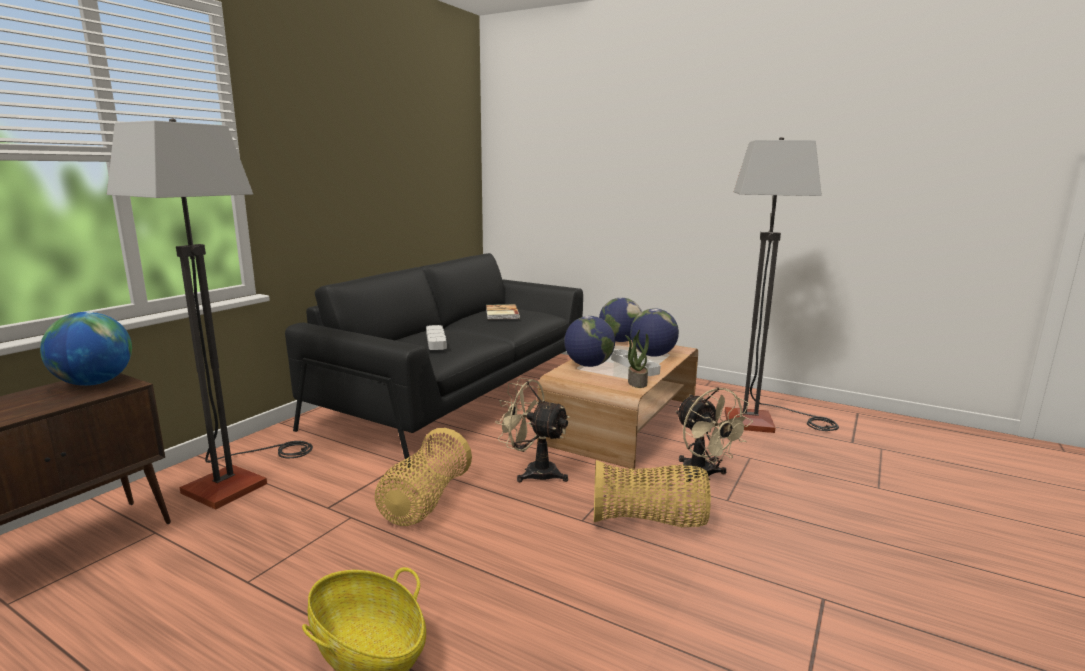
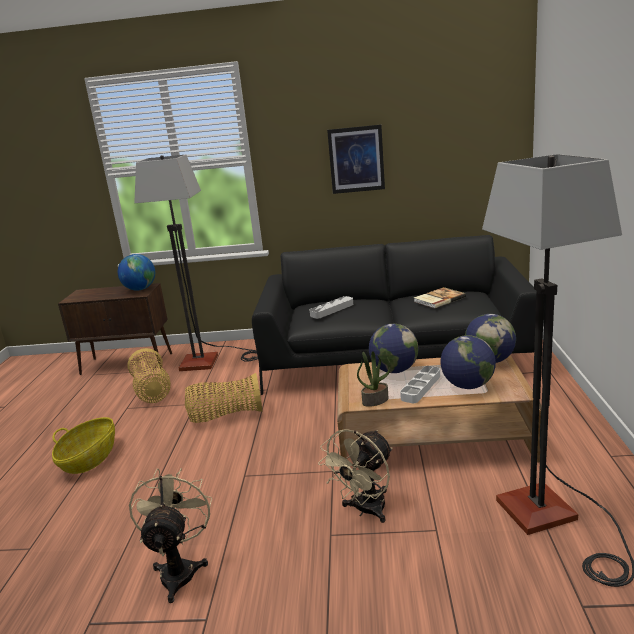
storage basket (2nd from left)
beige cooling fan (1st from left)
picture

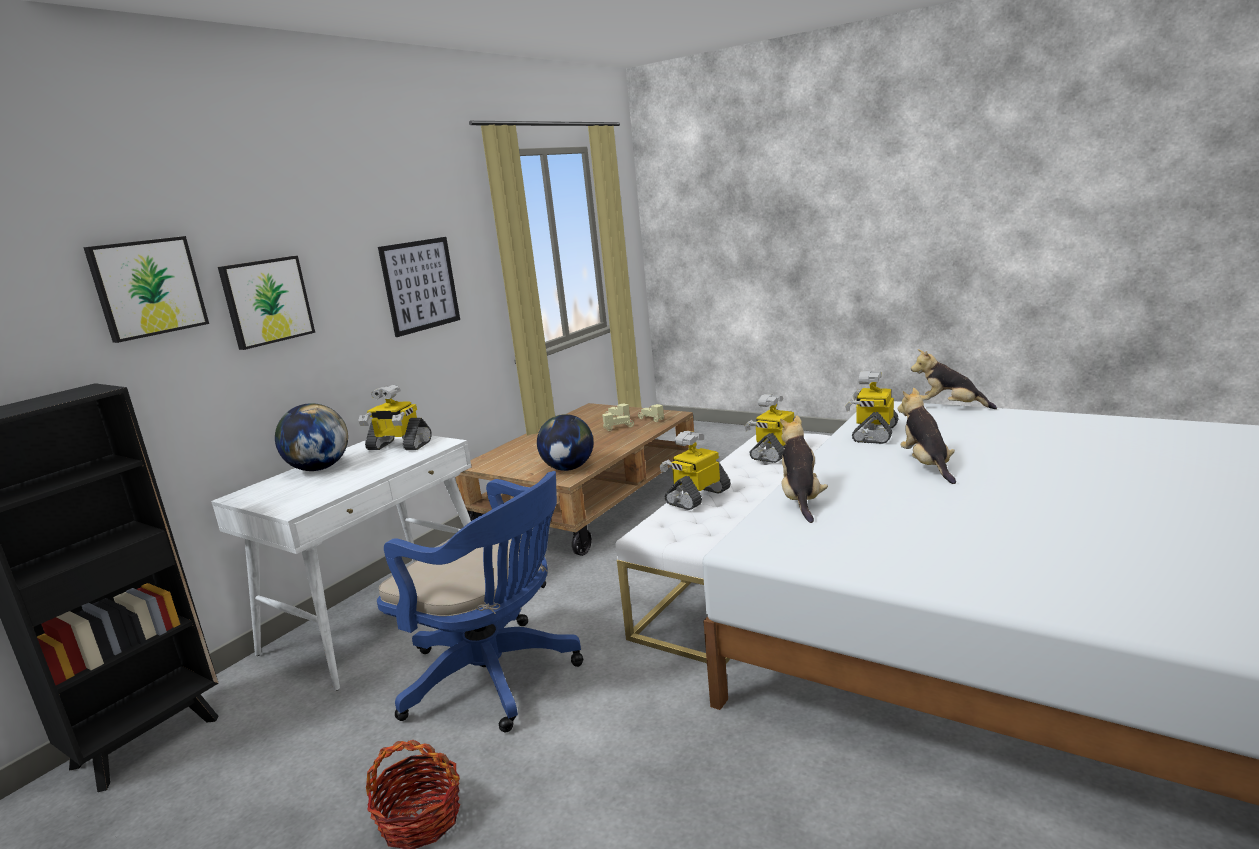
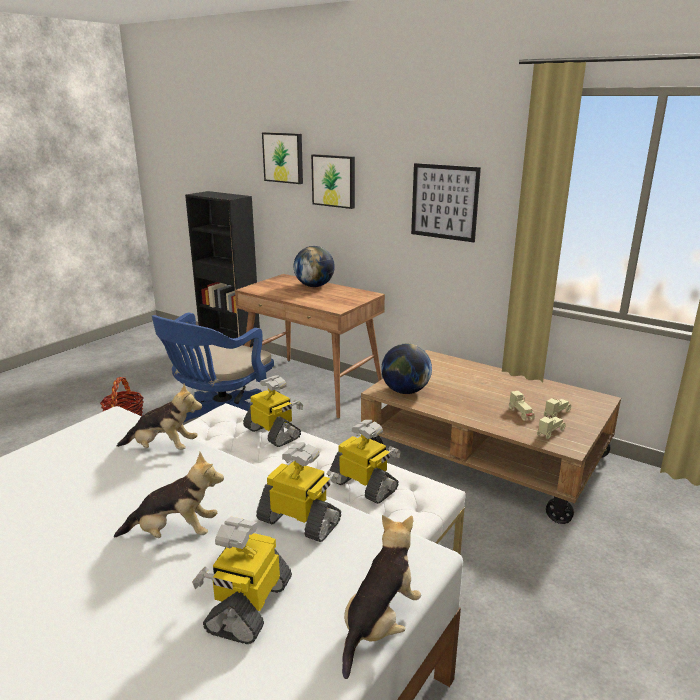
toy robot (1st from left)
brownish desk unit

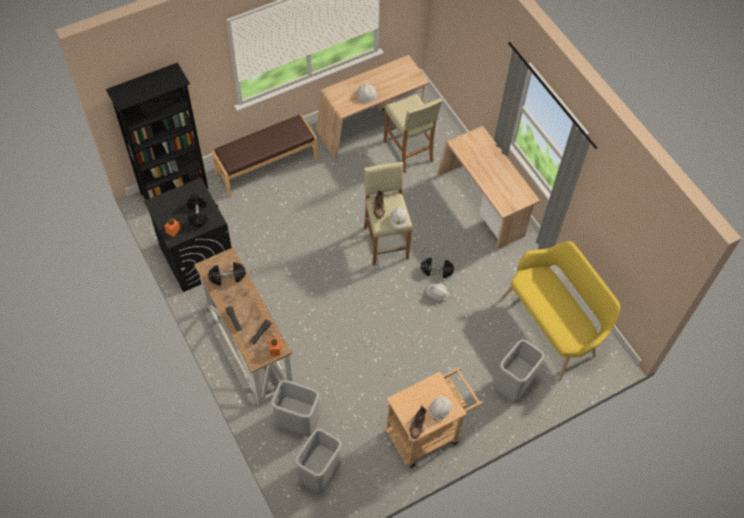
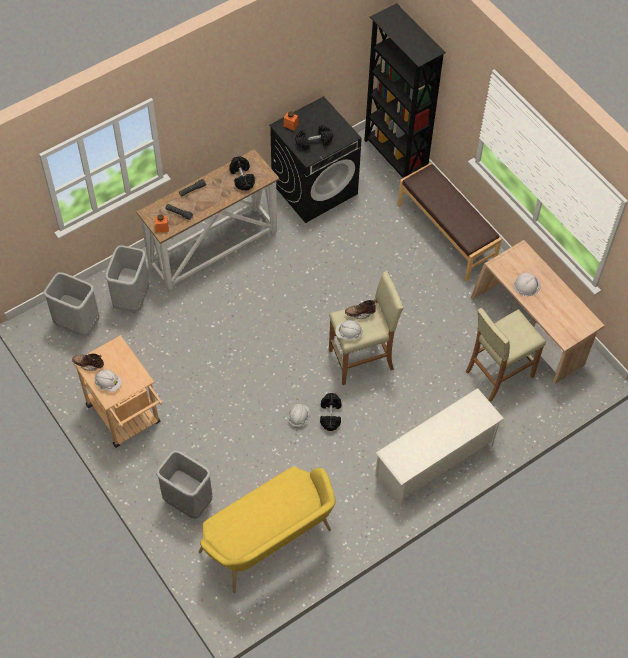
white shoe rack

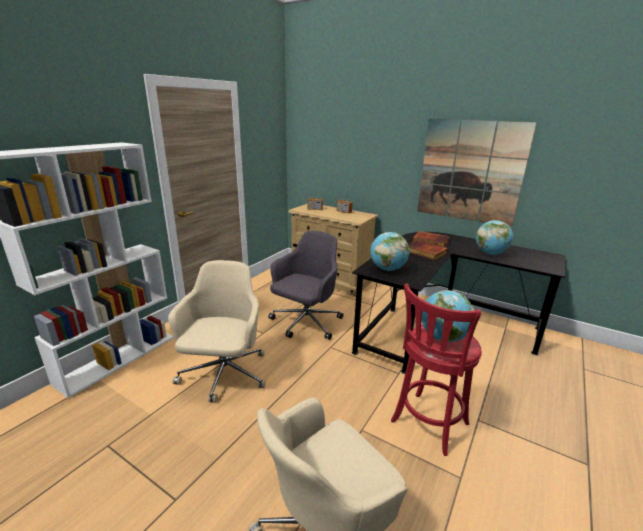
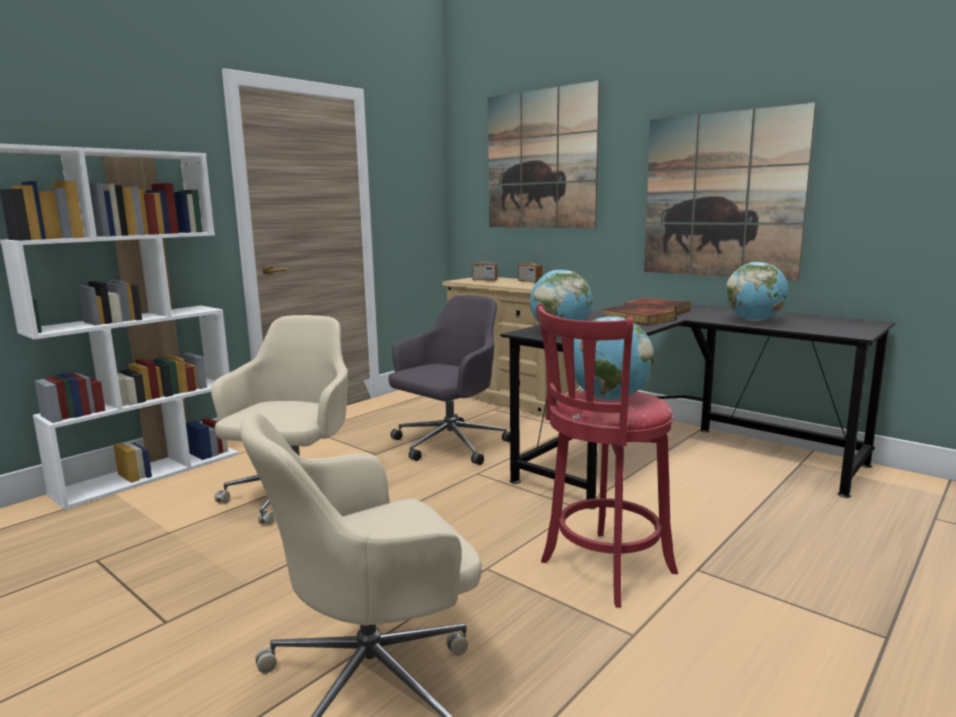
picture (1st from left)

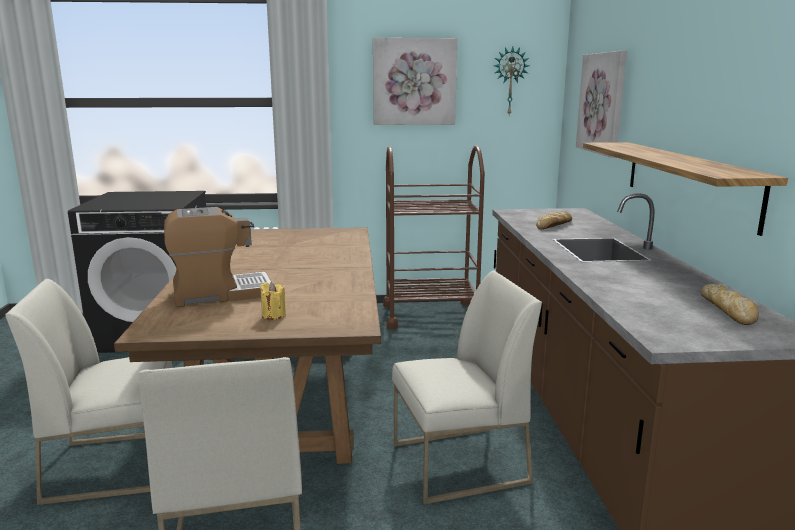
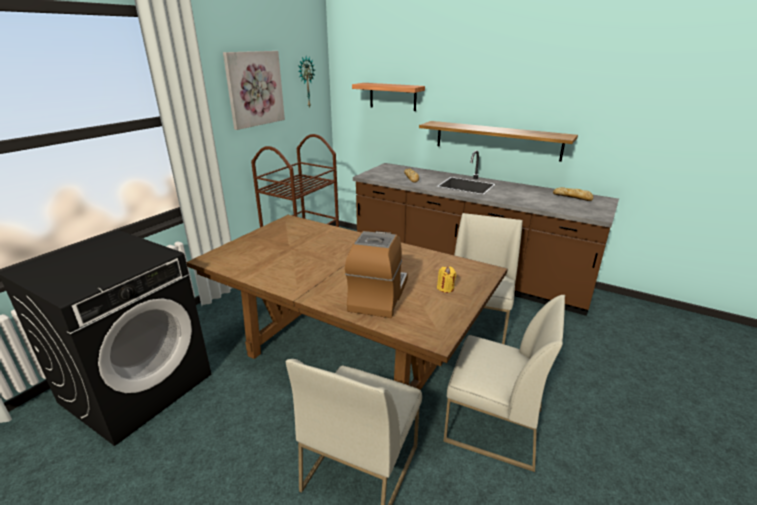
bracket shelf (1st from left)

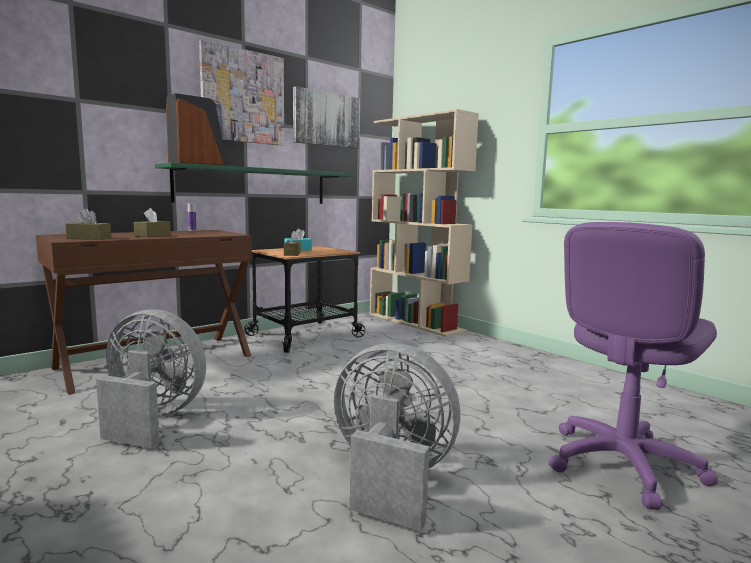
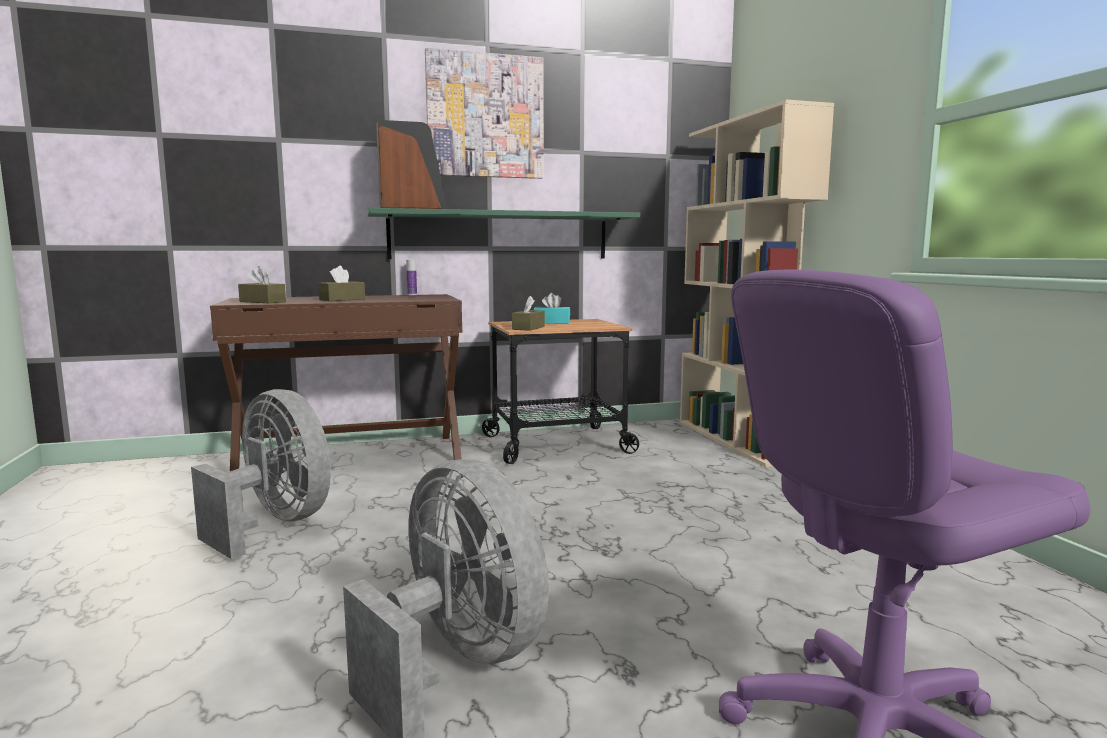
picture (2nd from left in the first image)

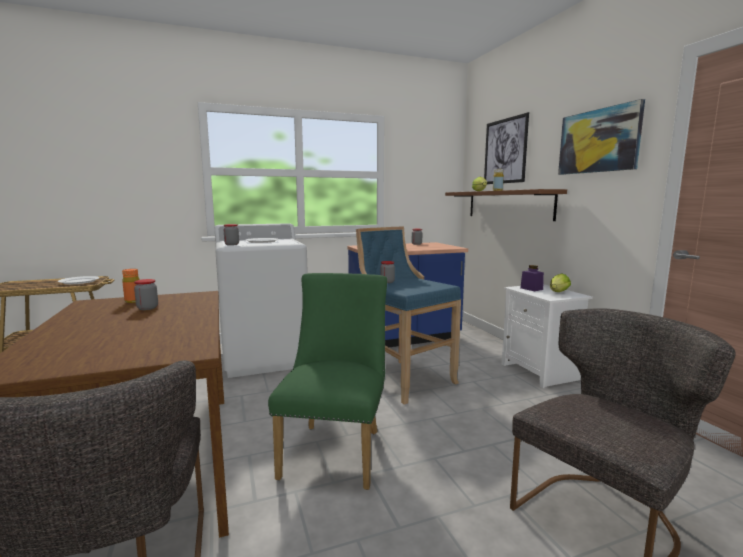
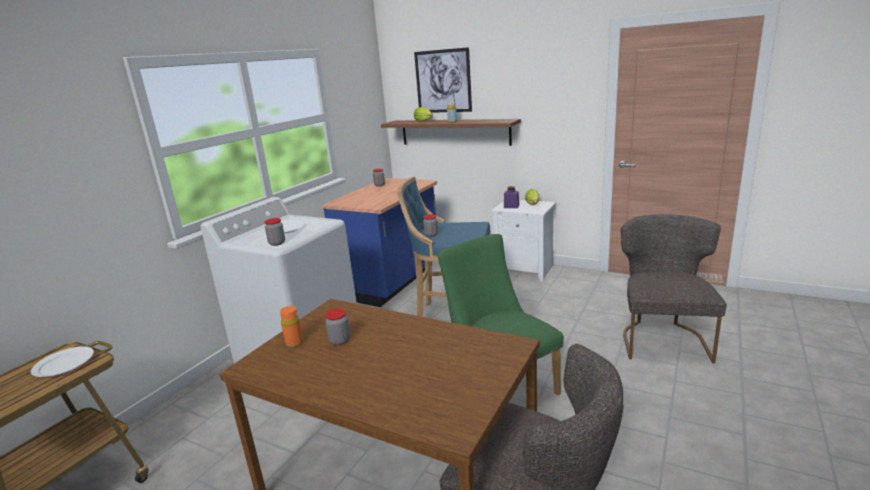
picture (2nd from left in the first image)

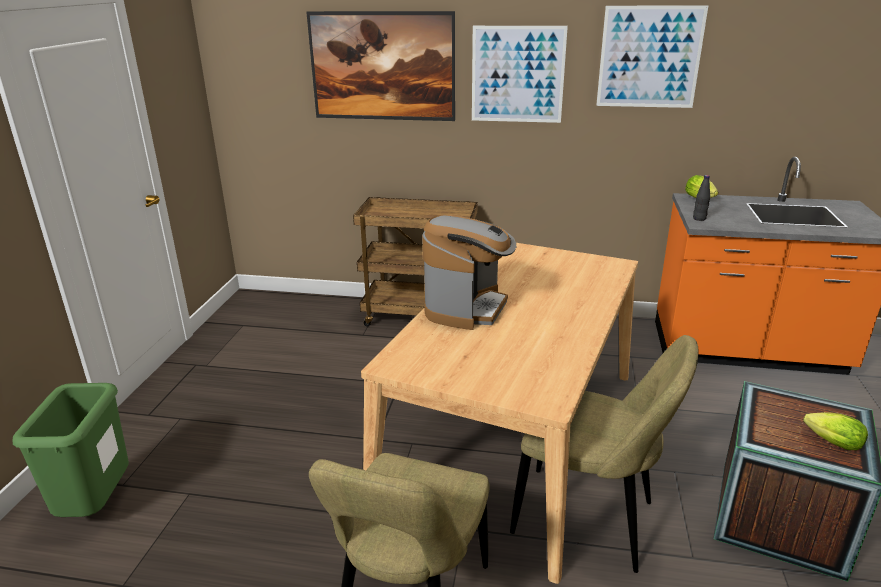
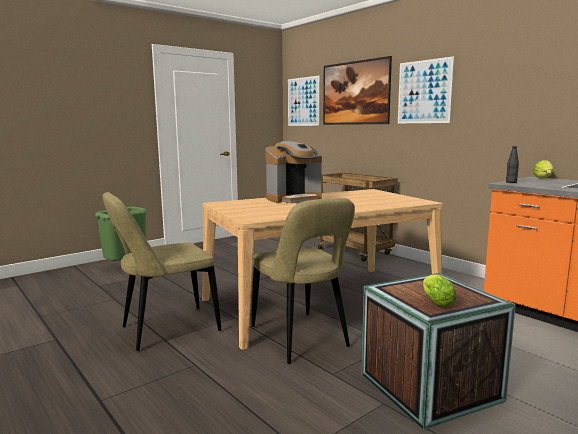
picture (1st from left)

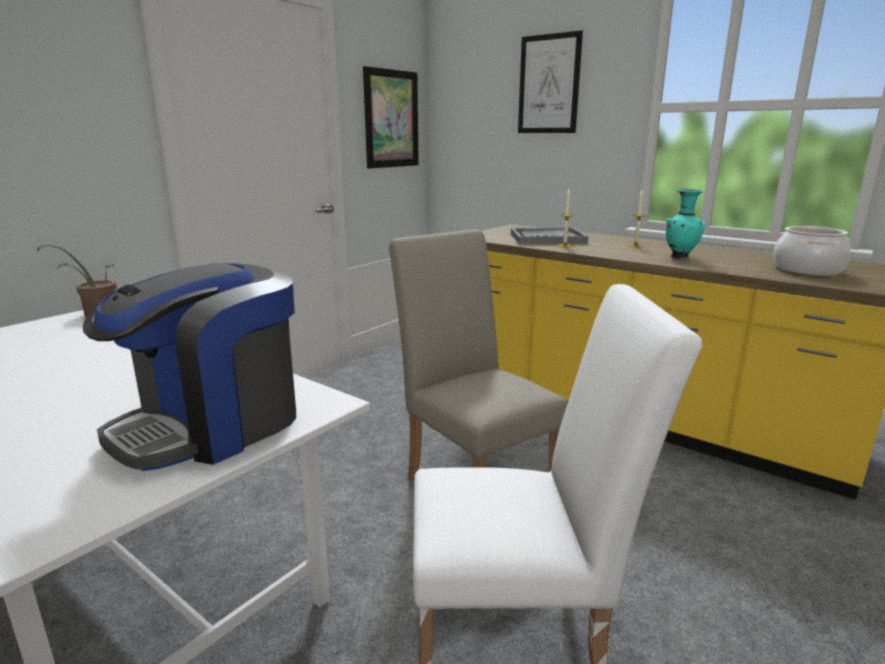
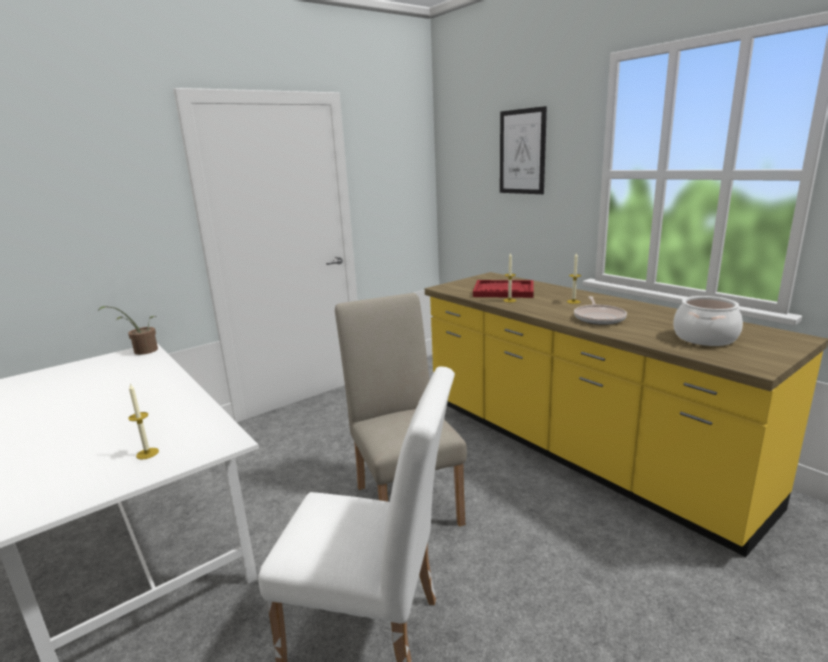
candle (1st from left)
reddish serving tray
frying pan
picture (1st from left in the first image)

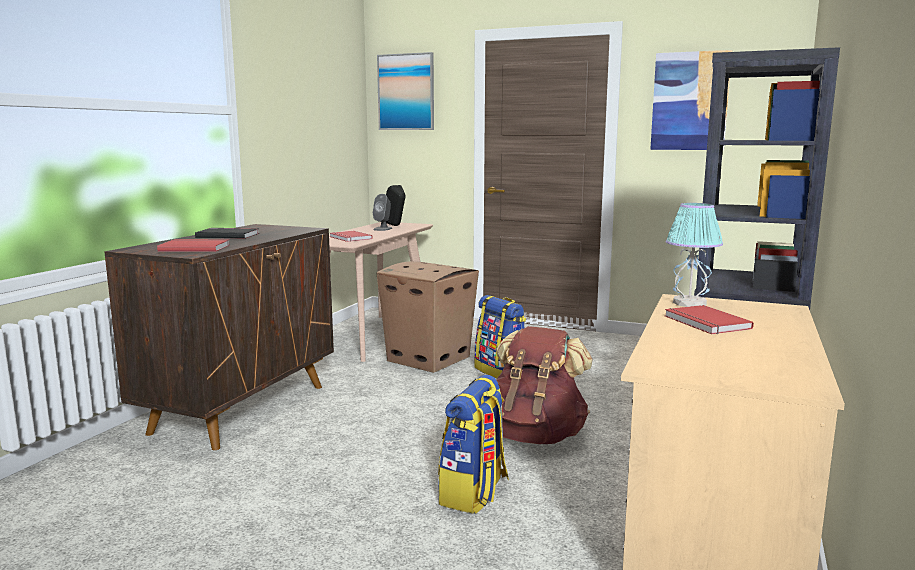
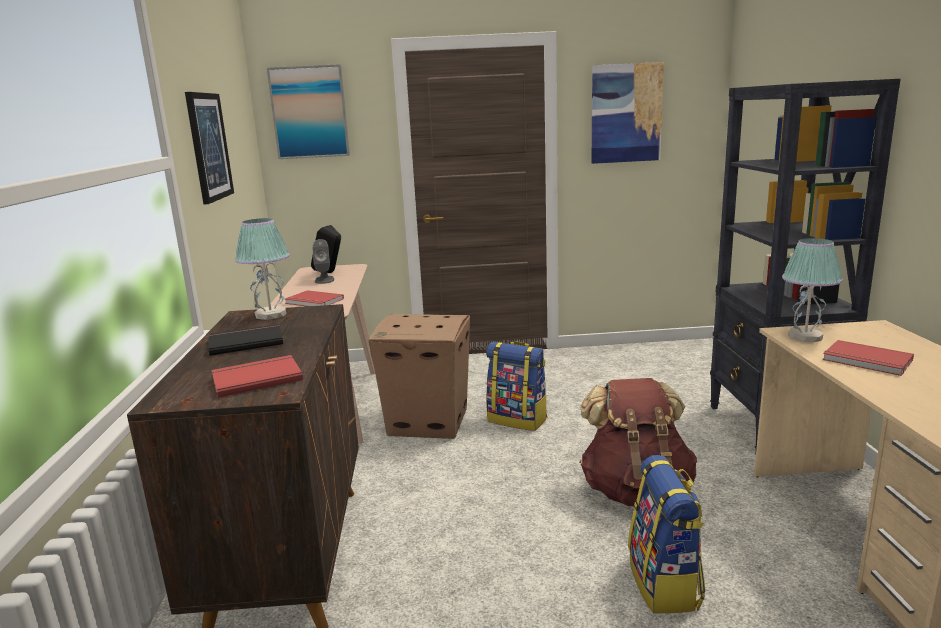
picture (1st from left)
tabletop lamp (1st from left)

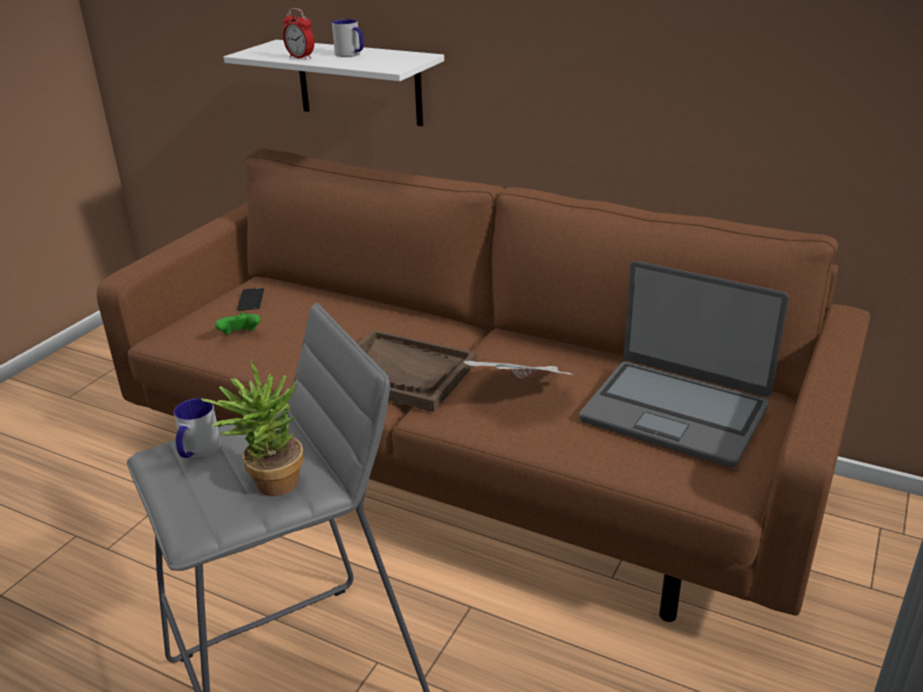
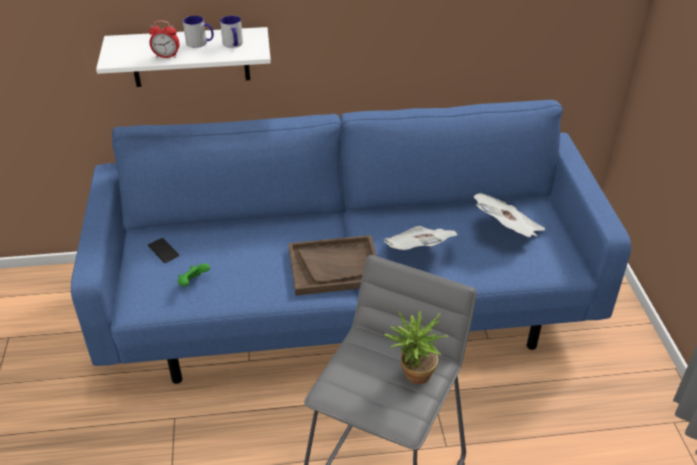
blue-coloured settee
mug (2nd from left)
daily paper (2nd from left)

